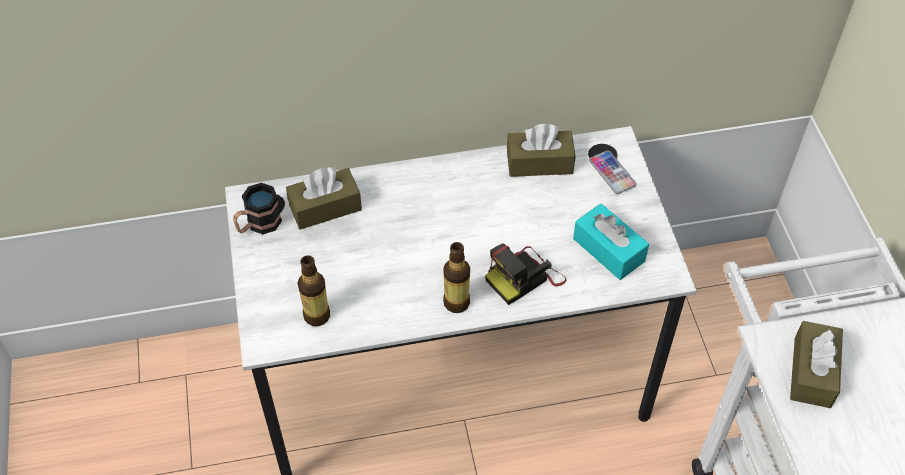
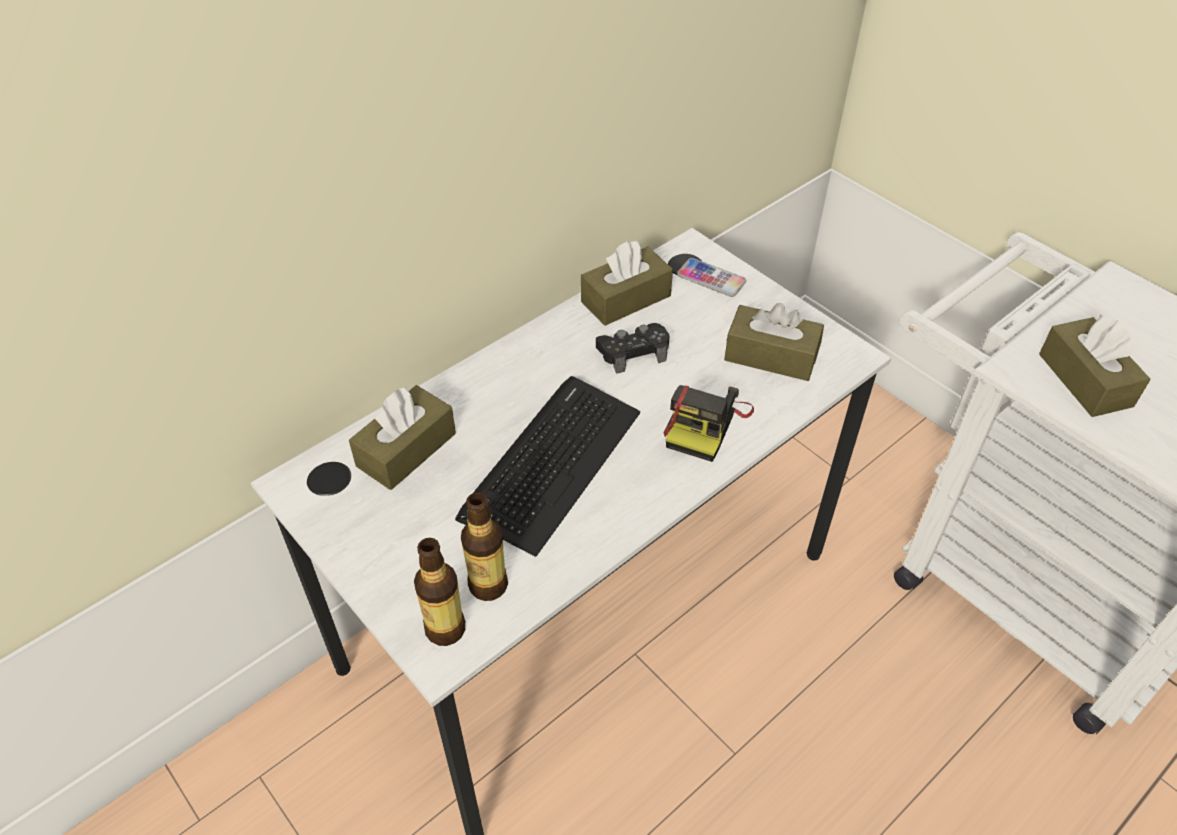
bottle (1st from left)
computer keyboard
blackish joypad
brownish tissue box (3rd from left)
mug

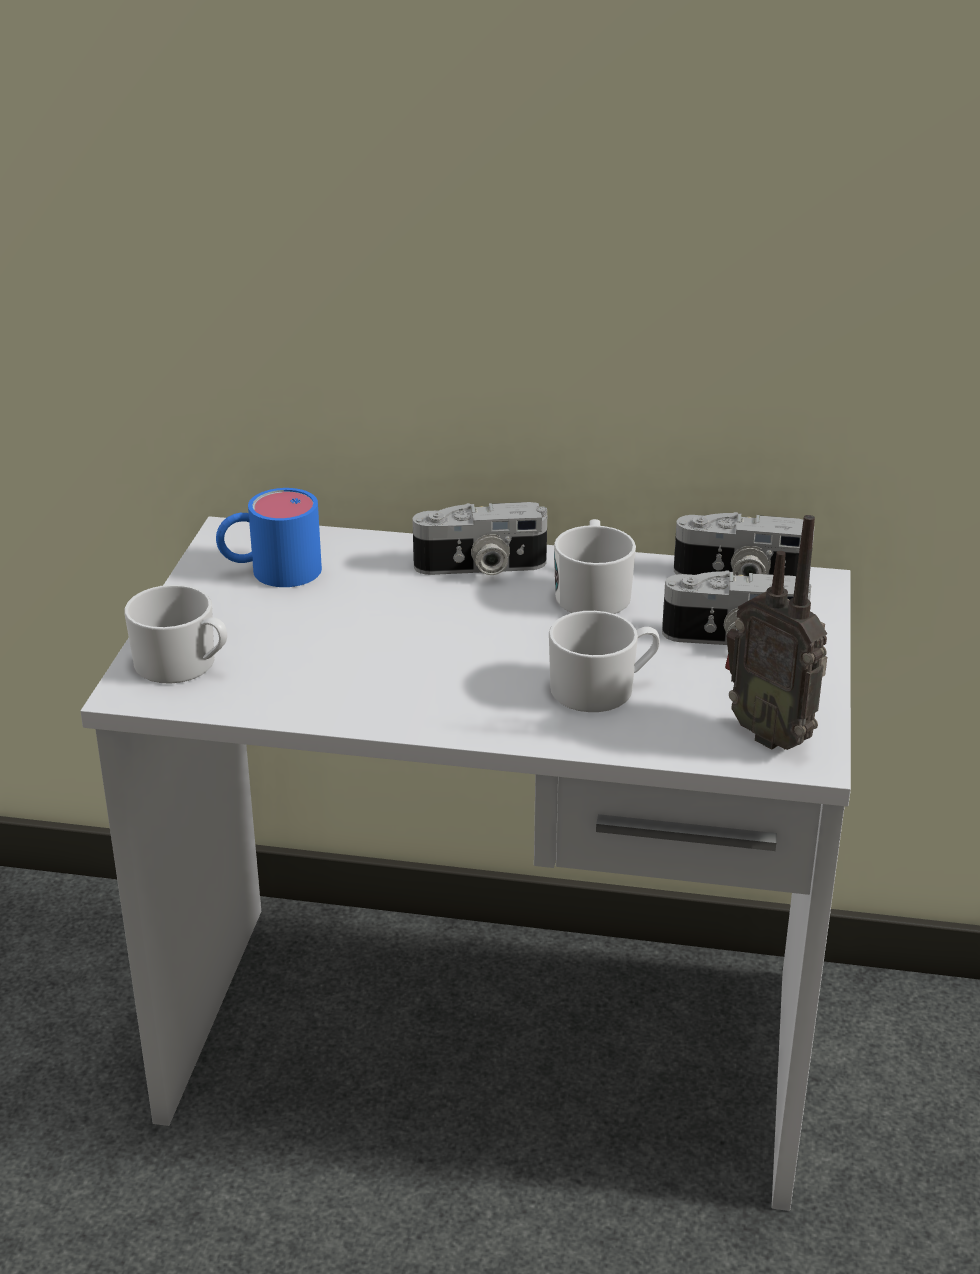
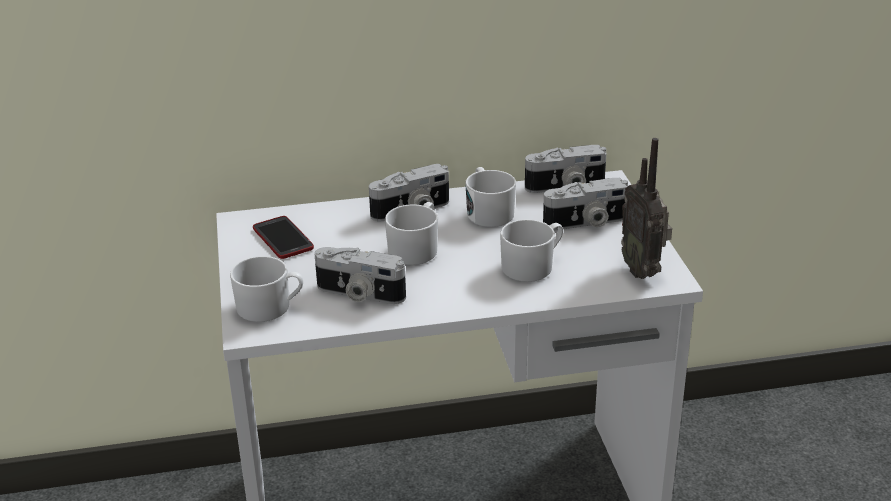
handset
still camera (1st from left)
white mug (2nd from left)
radio

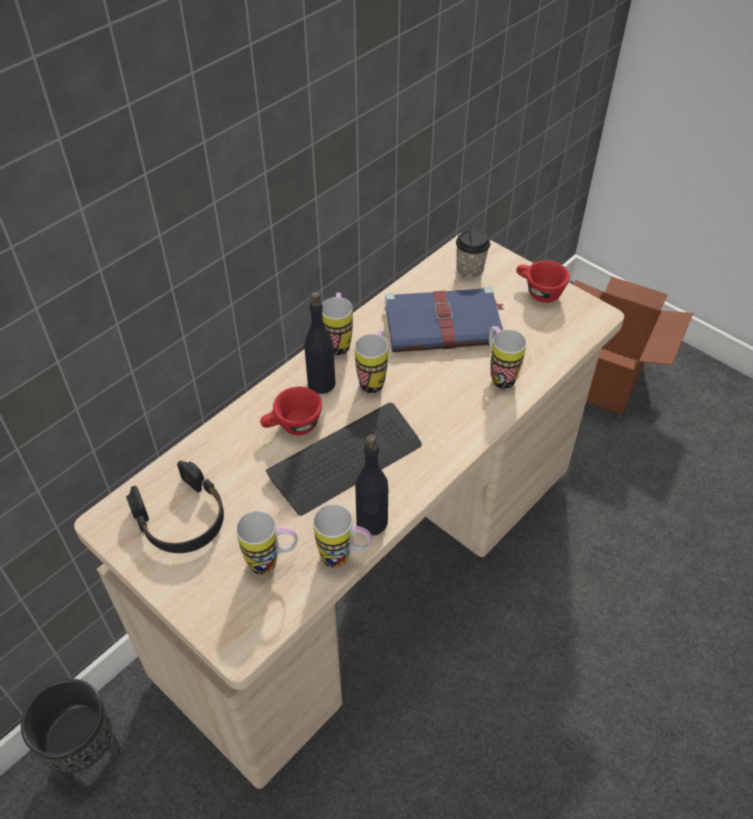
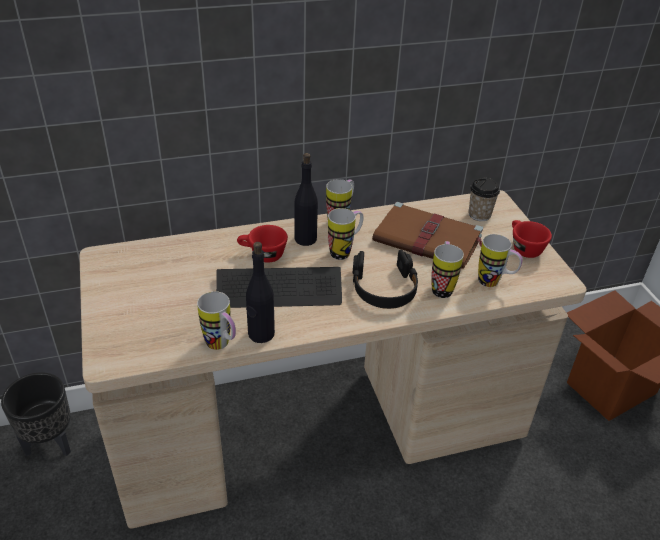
blackish pair of headphones
brownish book
mug (5th from left)

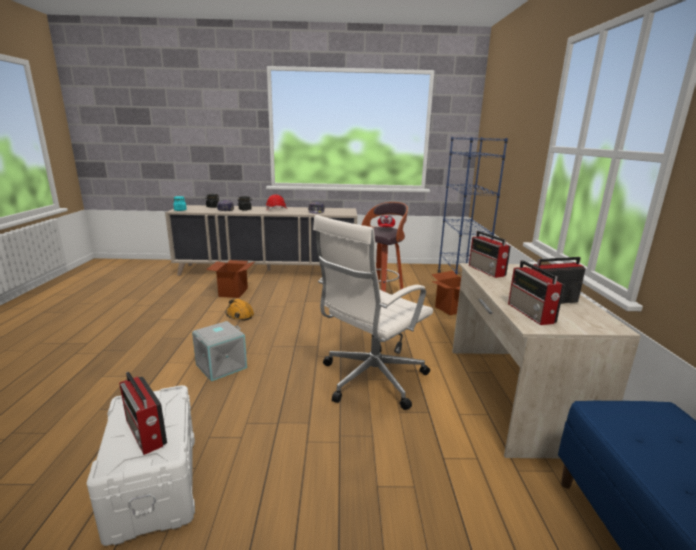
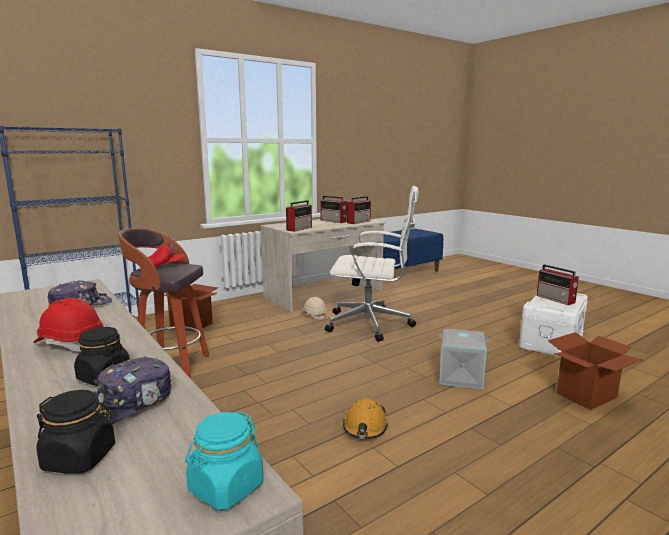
beige safety helmet
radio (4th from left)
cardboard box (2nd from left)

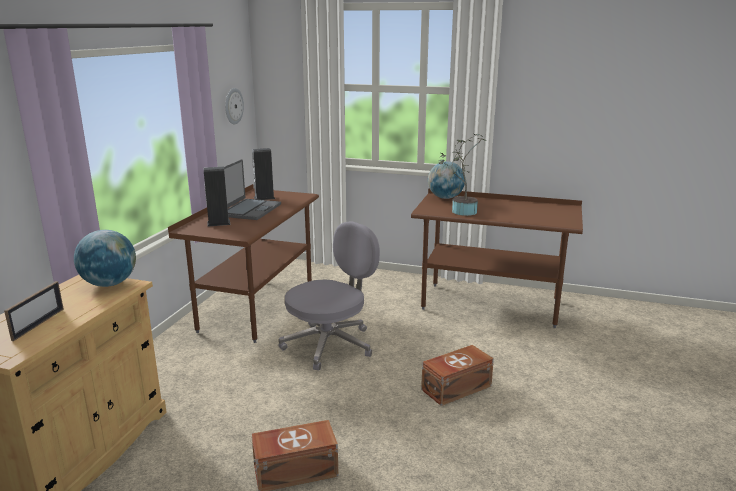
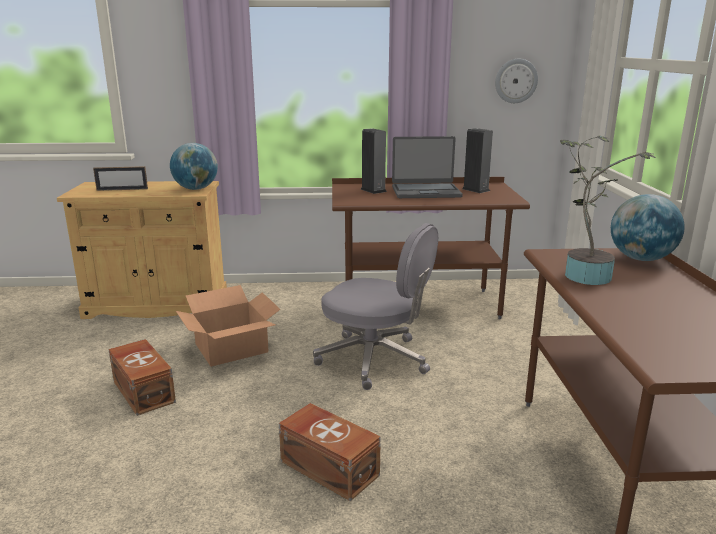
cardboard box

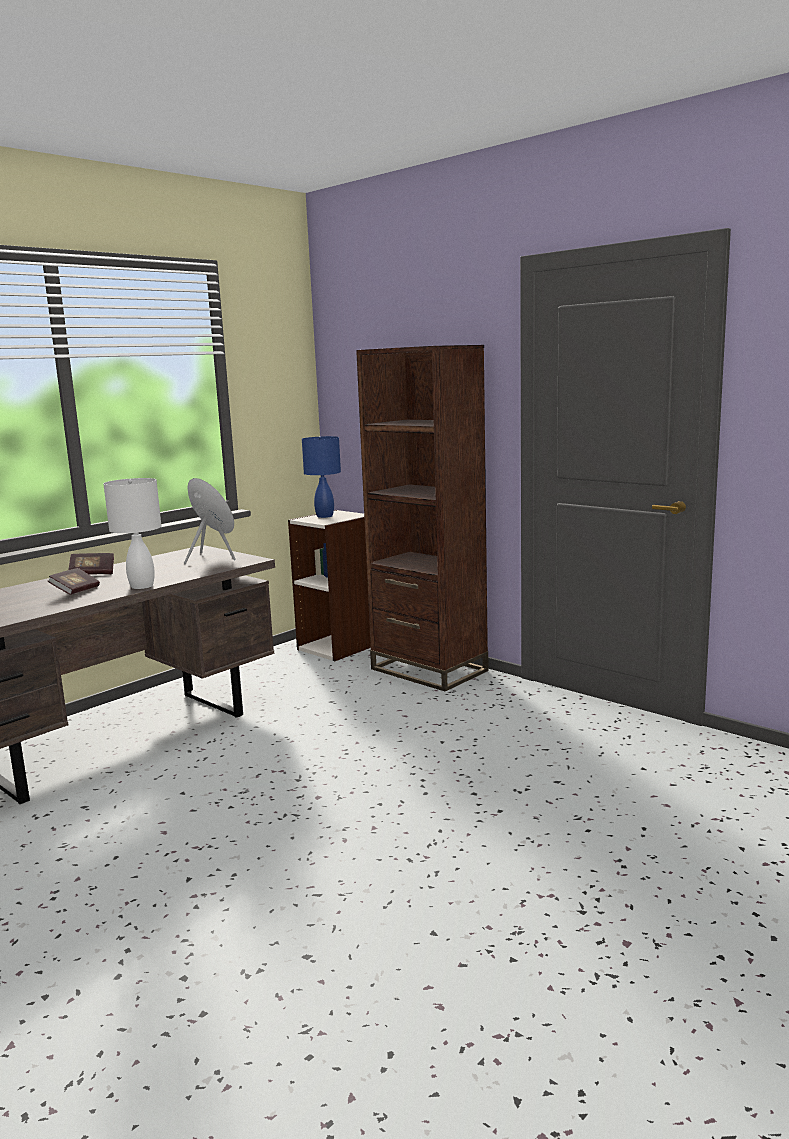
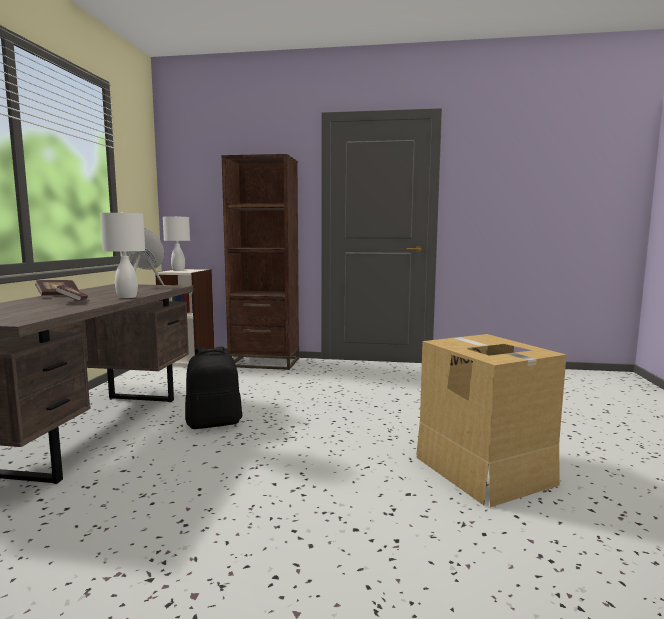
white tabletop lamp (2nd from left)
blackish rucksack
cardboard box

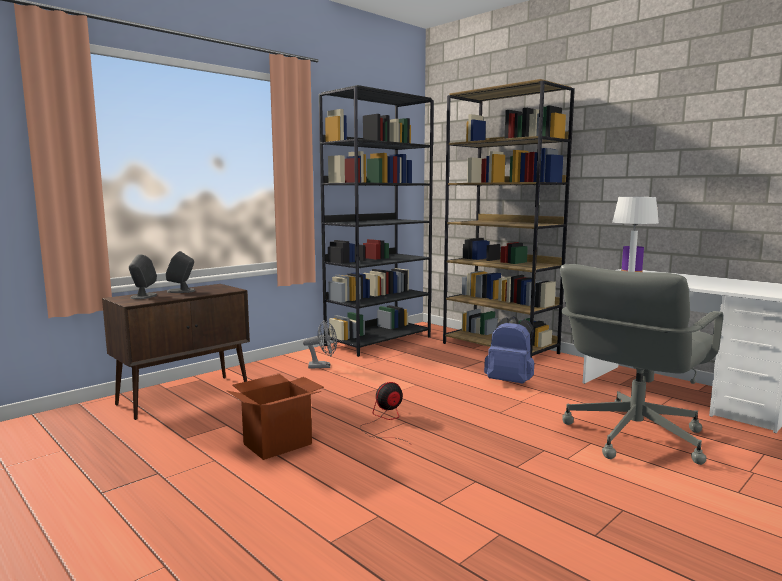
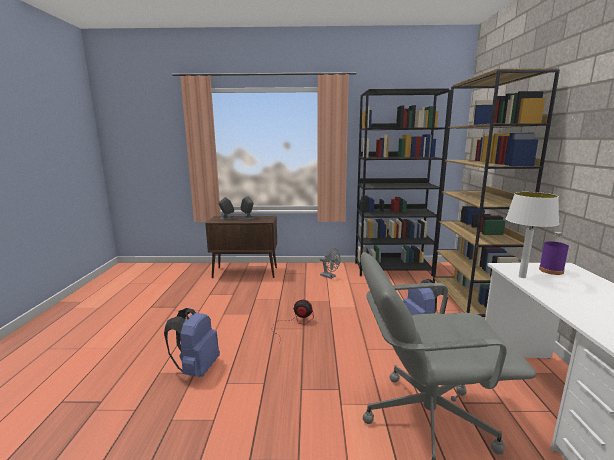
blue-coloured rucksack (1st from left)
cardboard box

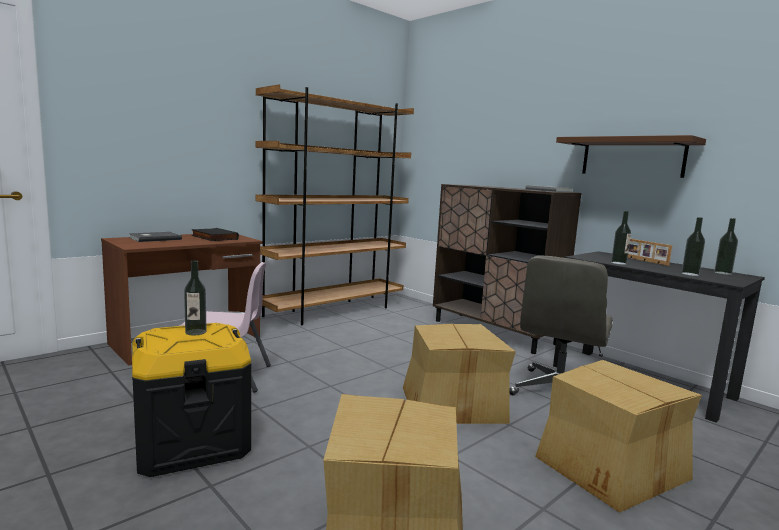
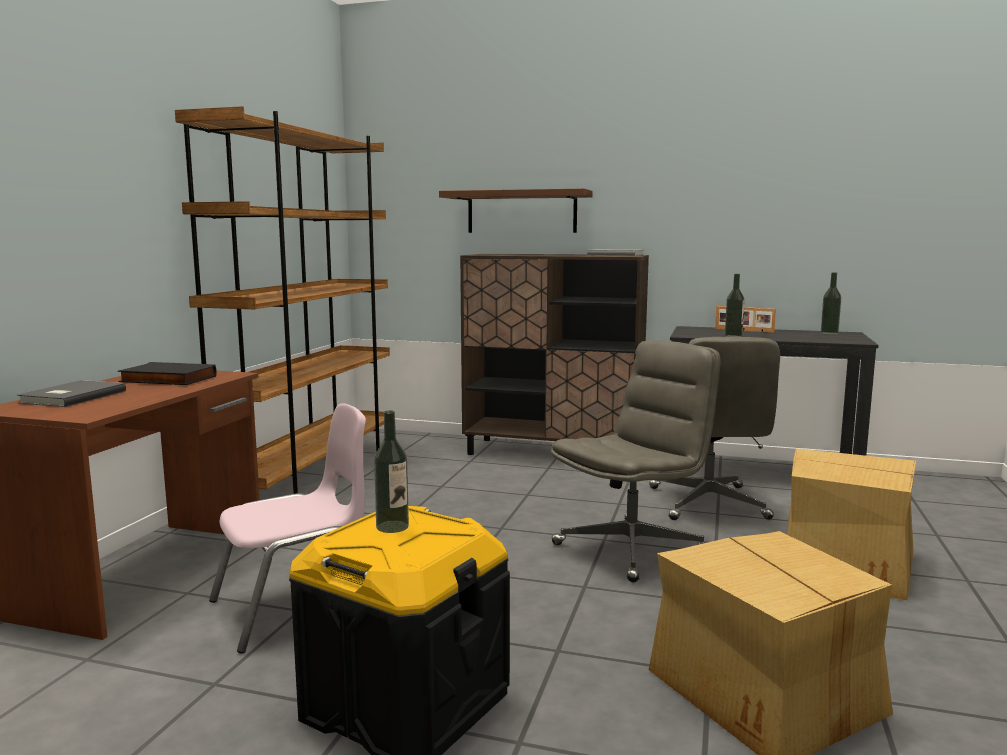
brownish bracket shelf
grey desk chair (1st from left)
bottle (3rd from left in the first image)

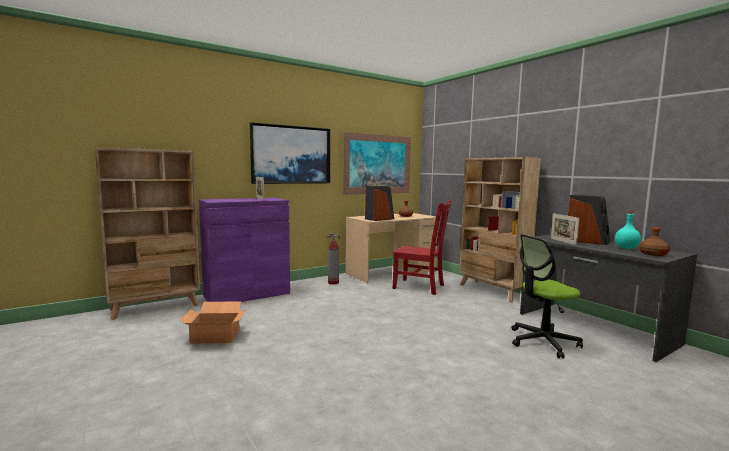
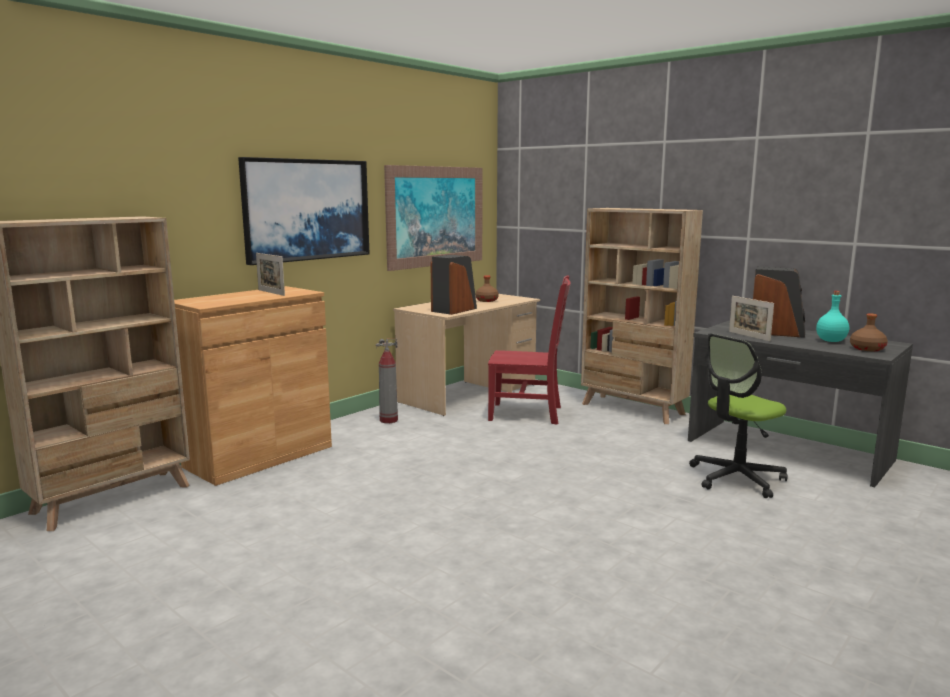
brownish storage cabinet
cardboard box

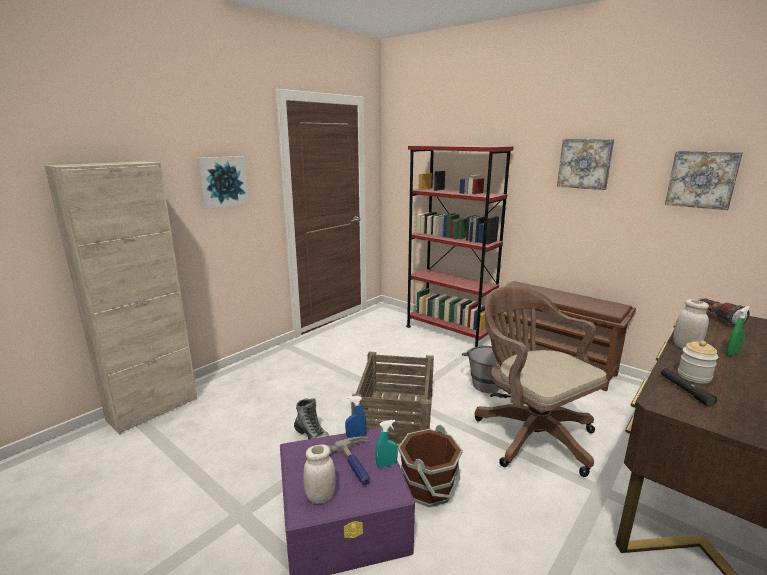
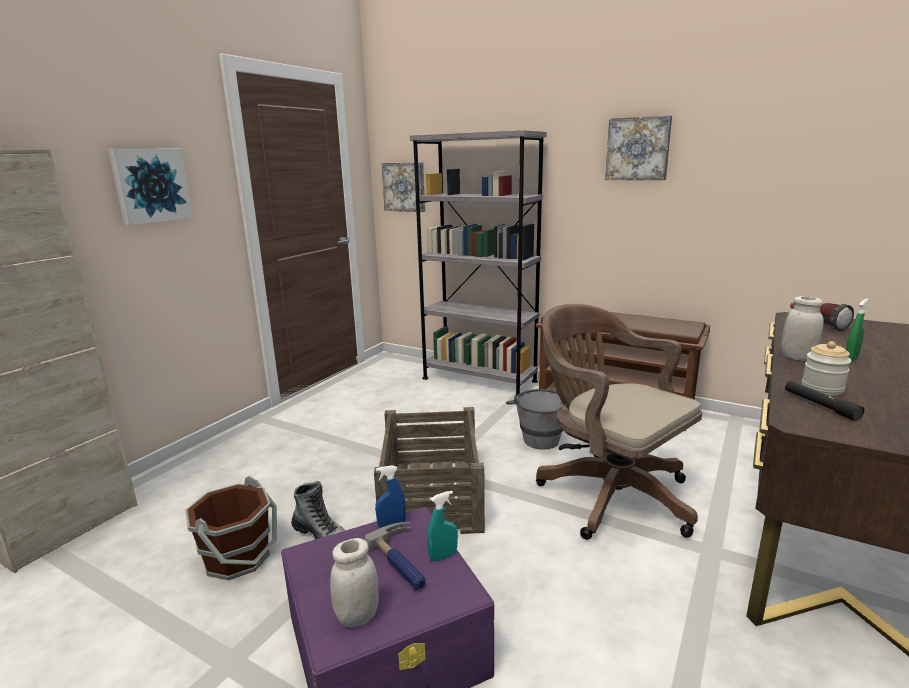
brownish pail
picture (2nd from left)
grey bookshelf

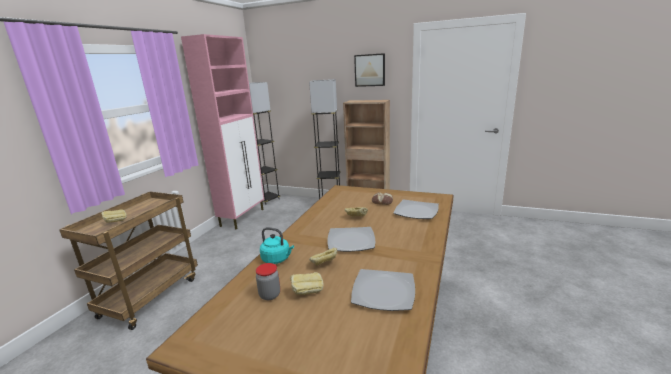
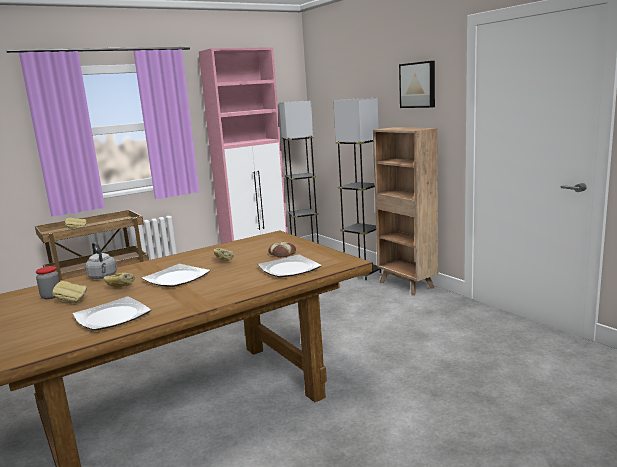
grey water kettle

